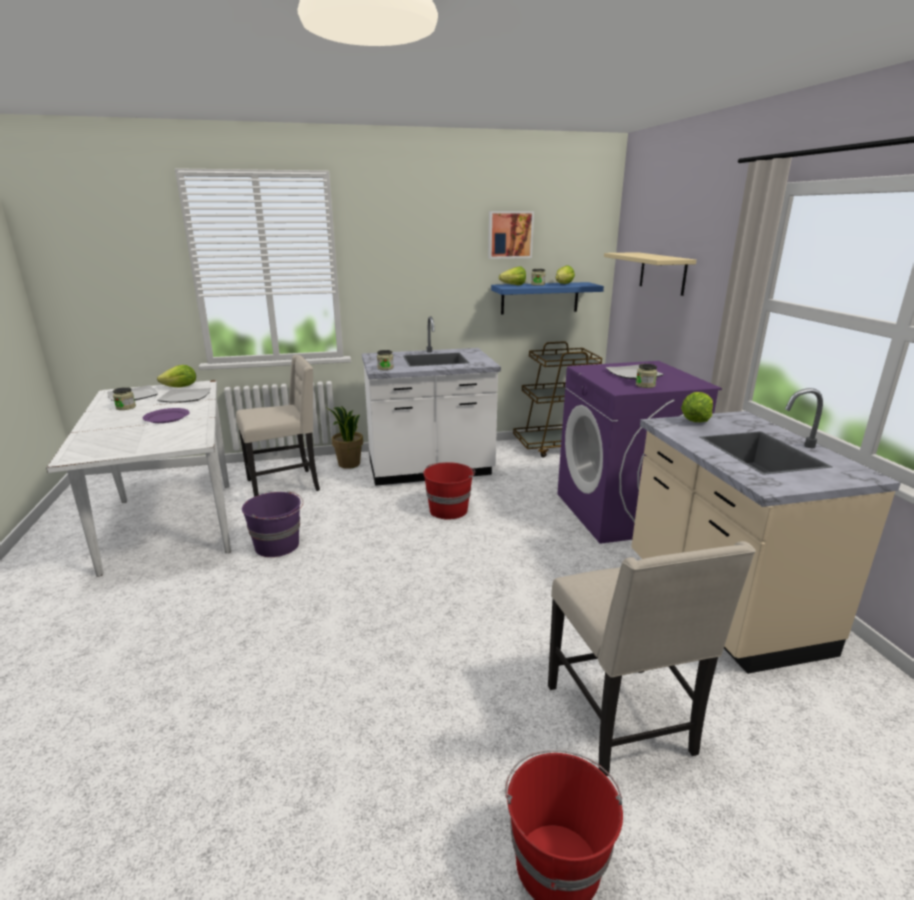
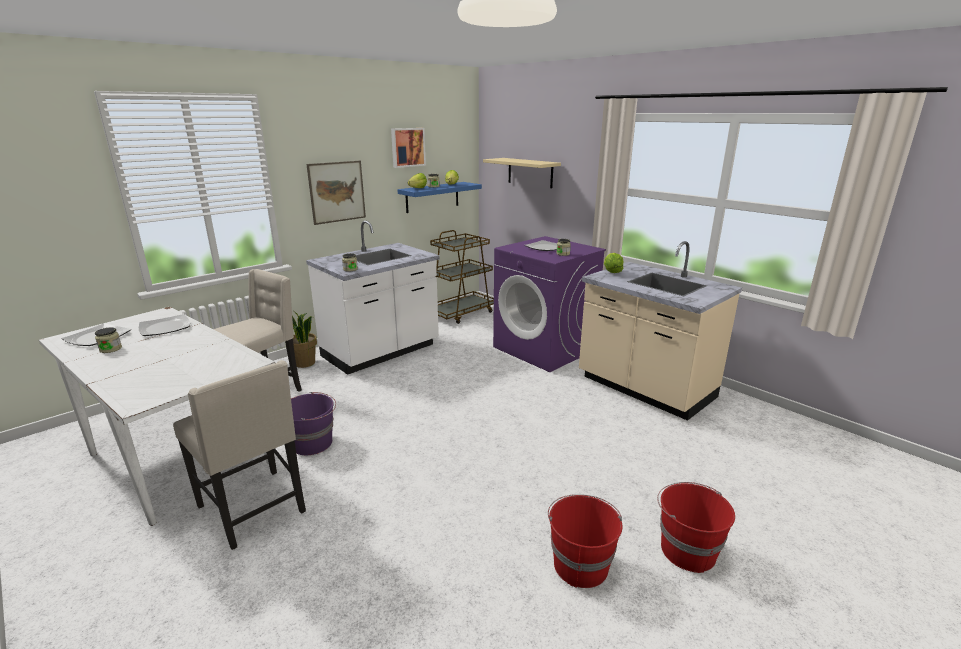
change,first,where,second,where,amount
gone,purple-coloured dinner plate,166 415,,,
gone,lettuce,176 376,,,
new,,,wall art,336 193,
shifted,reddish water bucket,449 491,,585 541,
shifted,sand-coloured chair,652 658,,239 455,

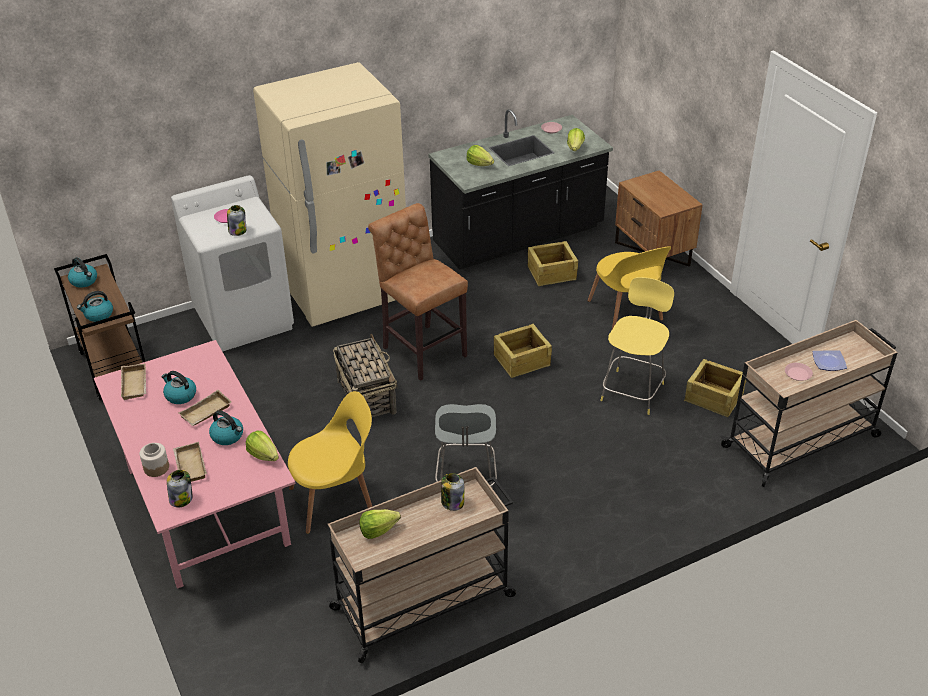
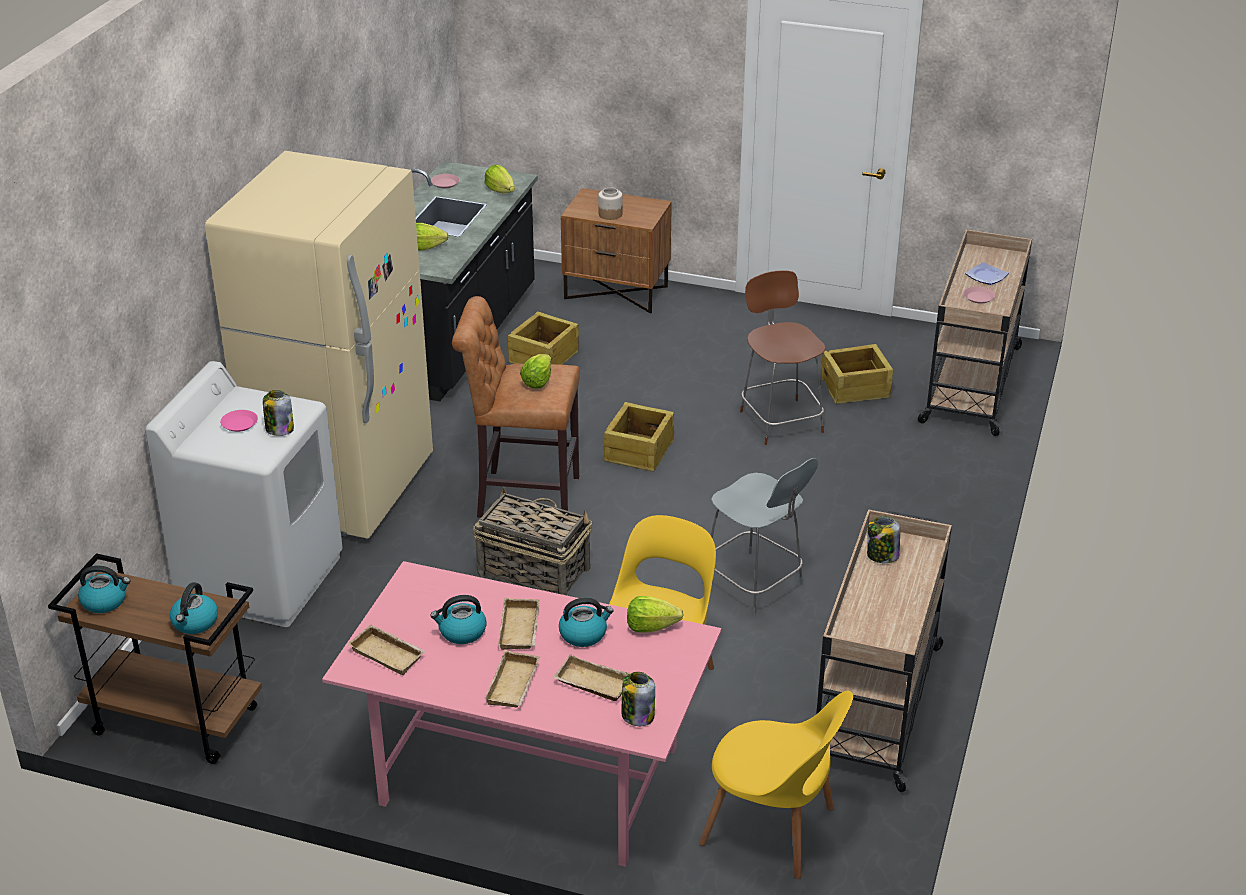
change,first,where,second,where,amount
new,,,sand-coloured tray,512 678,
shifted,preserve jar,154 460,,610 203,
shifted,lettuce,380 524,,535 371,
shifted,yellow chair,629 287,,776 785,
repainted,yellow stool seat,637 346,brownish stool seat,782 357,

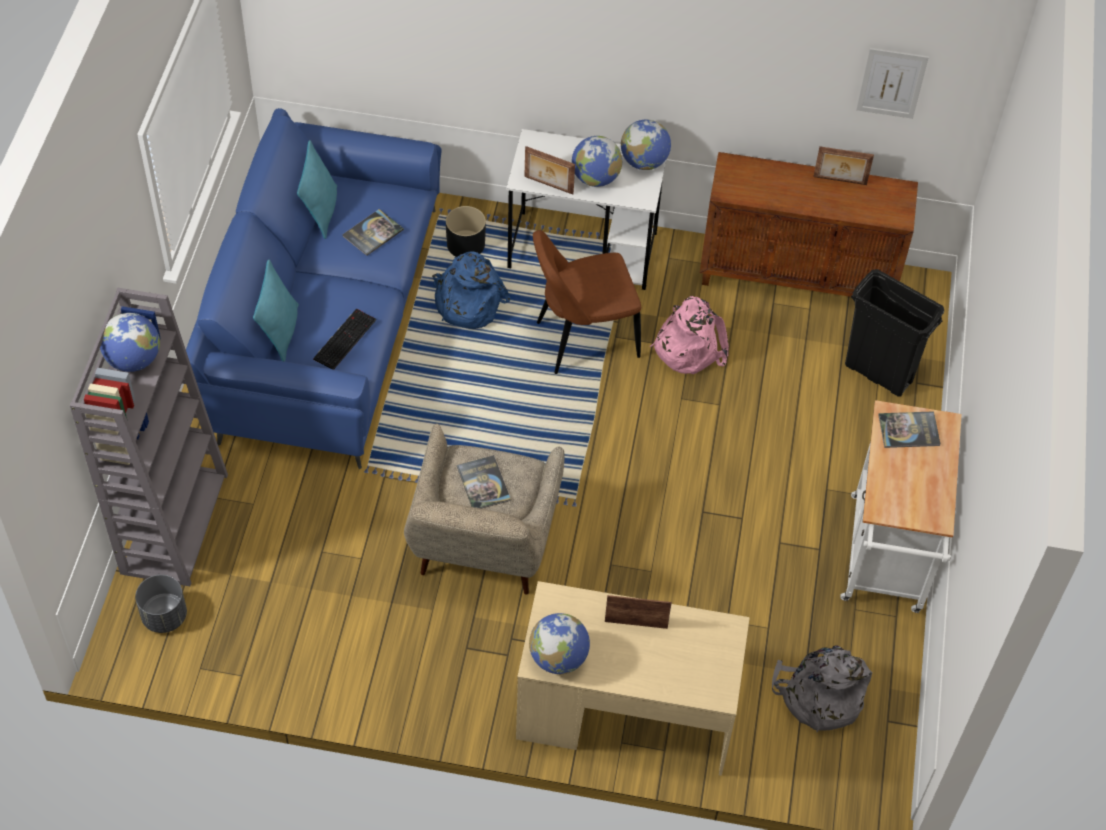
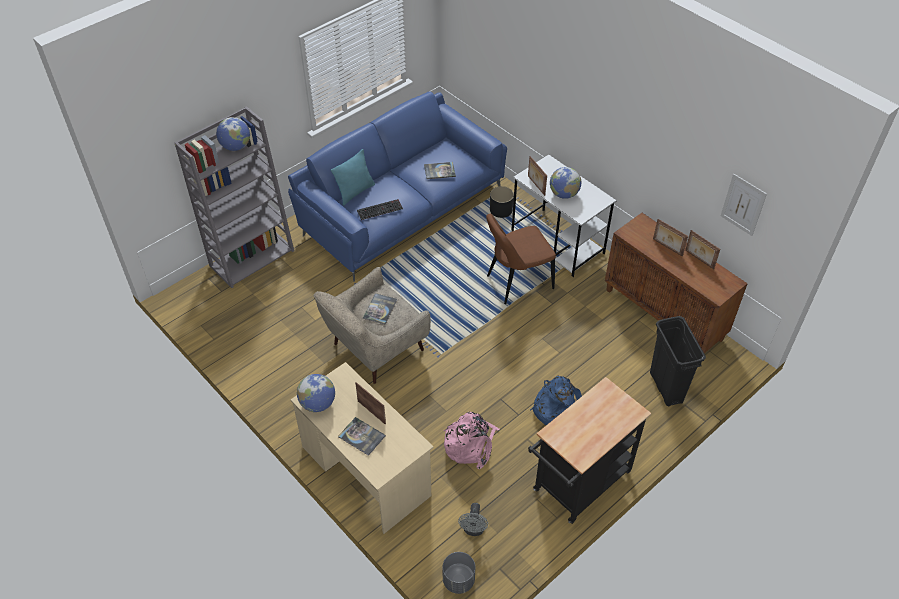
change,first,where,second,where,amount
gone,blue-green pillow,317 189,,,
gone,globe,646 144,,,
new,,,picture frame,670 237,
shifted,greyish plant pot,161 604,,459 573,
shifted,blue backpack,471 290,,556 400,
shifted,pinkish backpack,689 335,,472 440,
shifted,bound book,909 429,,362 436,
swapped,greyish backpack,822 688,greyish cooling fan,473 519,
repainted,whitish trolley,901 506,black-coloured trolley,589 450,
rotated,brownish chair,587 302,,521 258,45 degrees counterclockwise

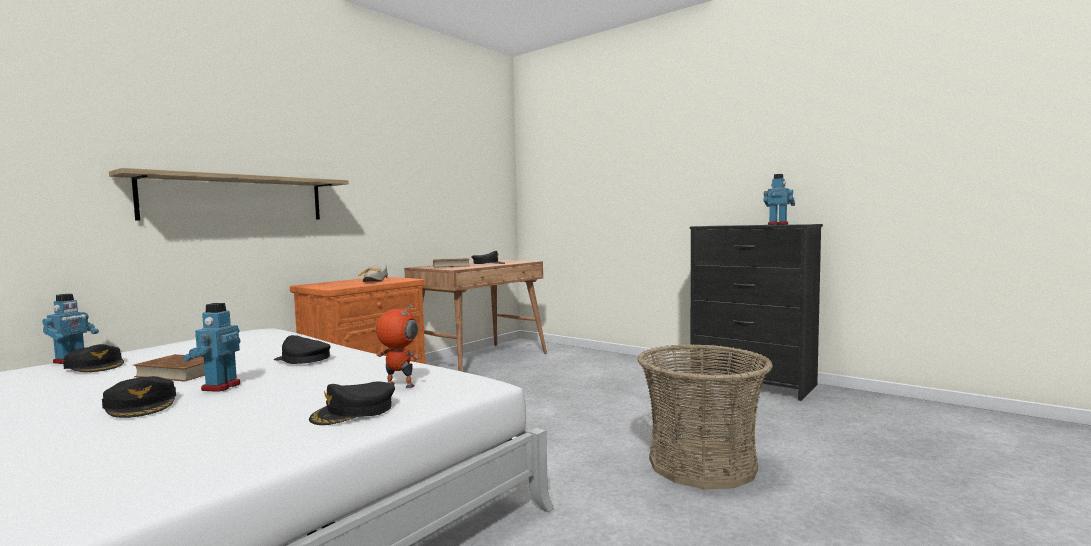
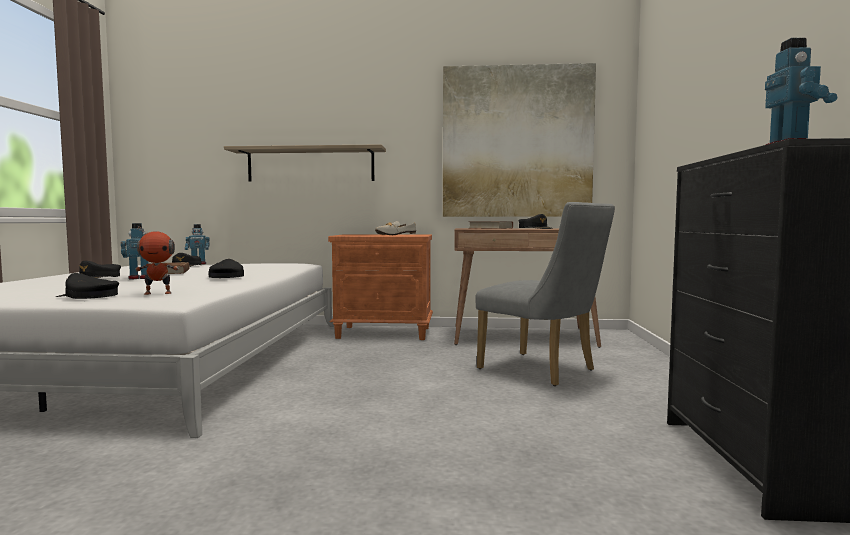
change,first,where,second,where,amount
gone,household basket,705 416,,,
new,,,wall art,519 140,
new,,,greyish chair,545 294,
rotated,robot figure,397 346,,157 261,90 degrees clockwise

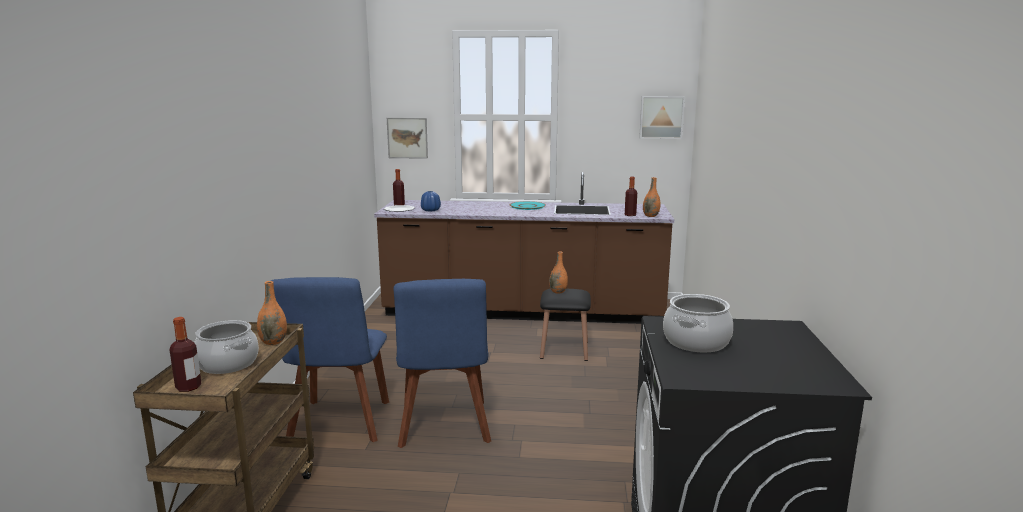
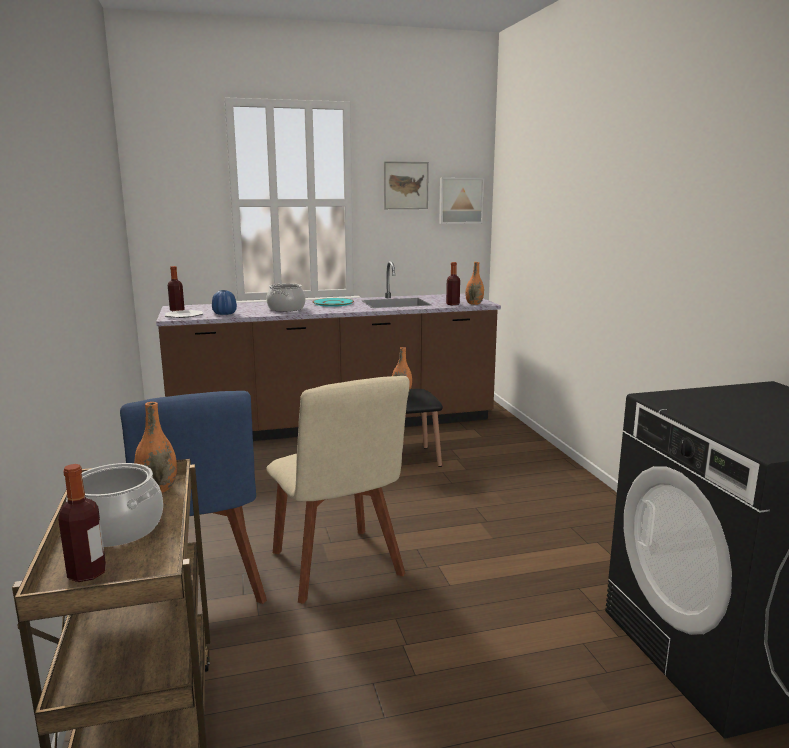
change,first,where,second,where,amount
shifted,wall art,407 138,,406 185,
shifted,cooking pot,698 323,,285 297,
repainted,blue chair,442 363,sand-coloured chair,338 490,

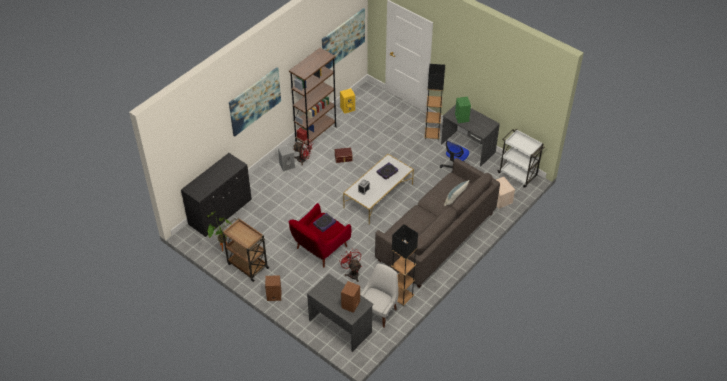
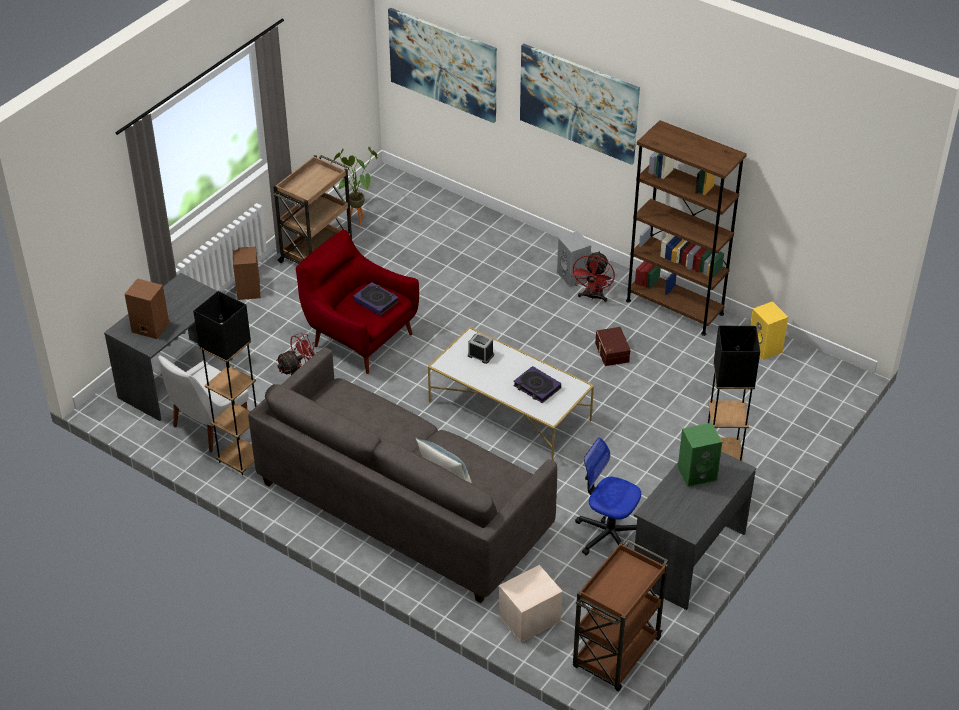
change,first,where,second,where,amount
gone,black-coloured cabinet,216 195,,,
shifted,wall art,343 38,,442 65,
repainted,whitish trolley,521 158,brownish trolley,620 615,
rotated,whitish chair,379 296,,203 404,105 degrees clockwise

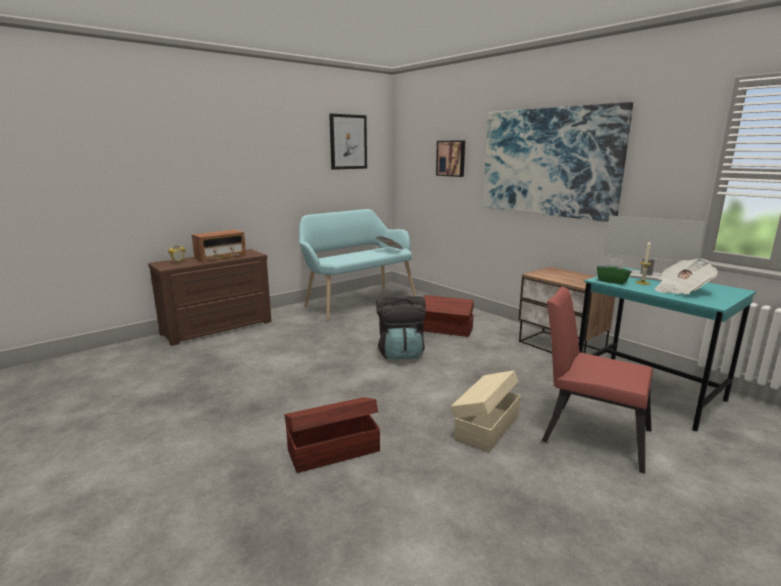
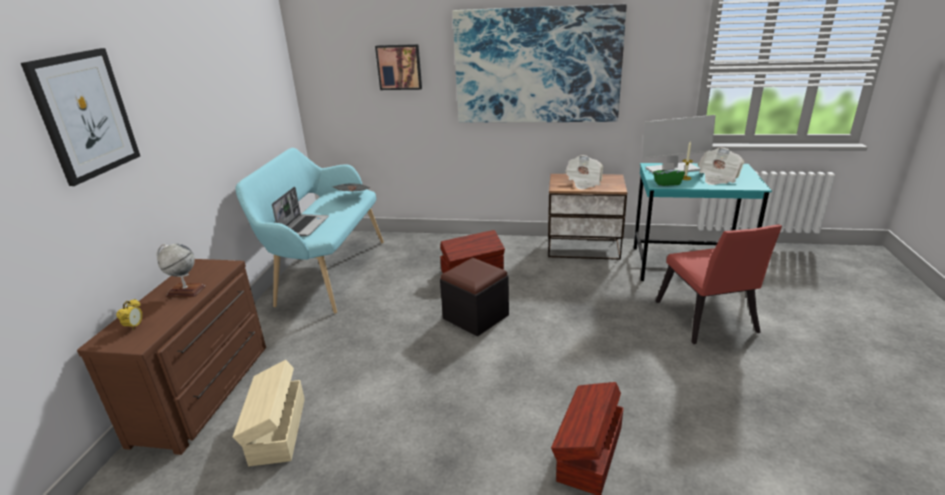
change,first,where,second,where,amount
new,,,notebook computer,300 211,
new,,,newspaper,584 172,
shifted,wall art,348 142,,80 117,
shifted,sand-coloured storage bin,485 411,,269 413,
swapped,radio set,219 246,globe,181 270,
swapped,black-coloured backpack,401 327,black-coloured footrest,474 297,
rotated,reddish chair,597 380,,719 284,90 degrees counterclockwise

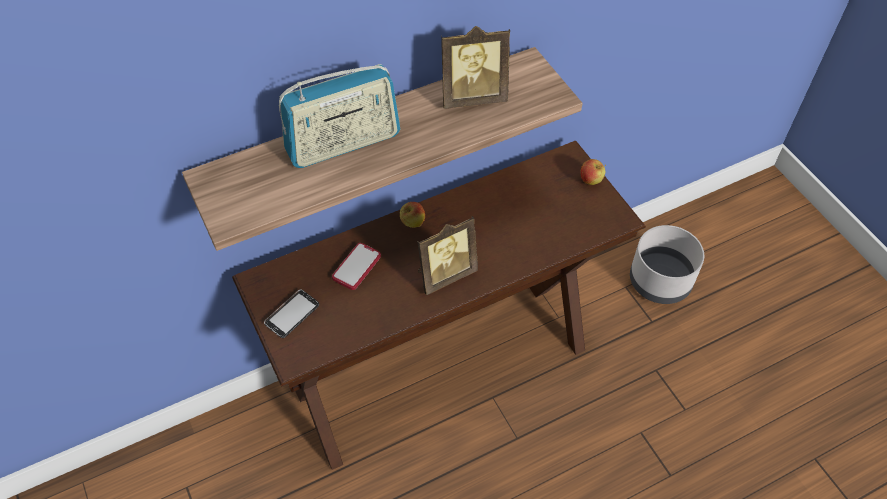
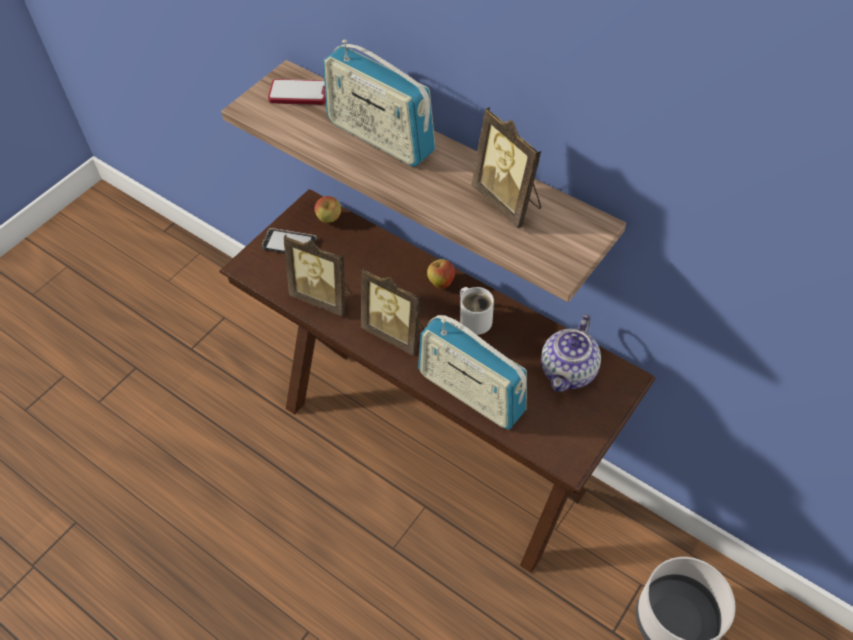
change,first,where,second,where,amount
new,,,picture frame,318 275,
new,,,radio set,472 372,
new,,,whitish tea mug,477 311,
new,,,tea pot,571 353,
shifted,handset,356 266,,297 92,
shifted,whole apple,593 172,,328 209,

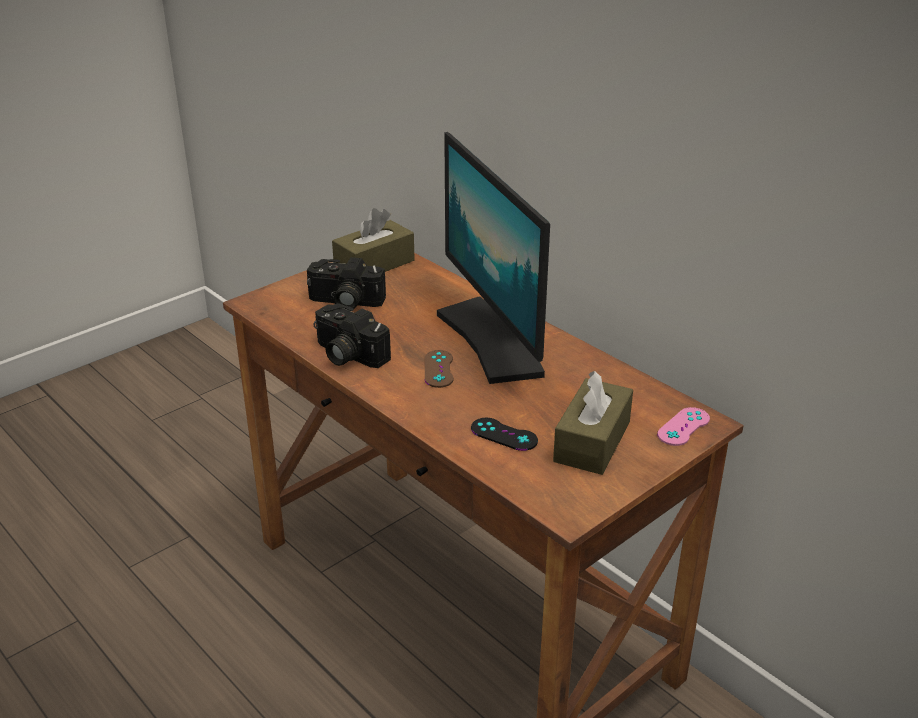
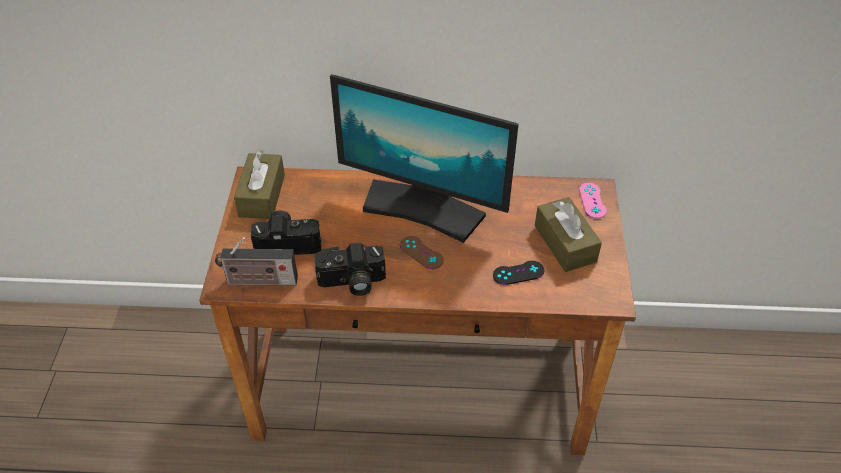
change,first,where,second,where,amount
new,,,radio set,256 261,
rotated,photo camera,346 283,,286 233,150 degrees counterclockwise

